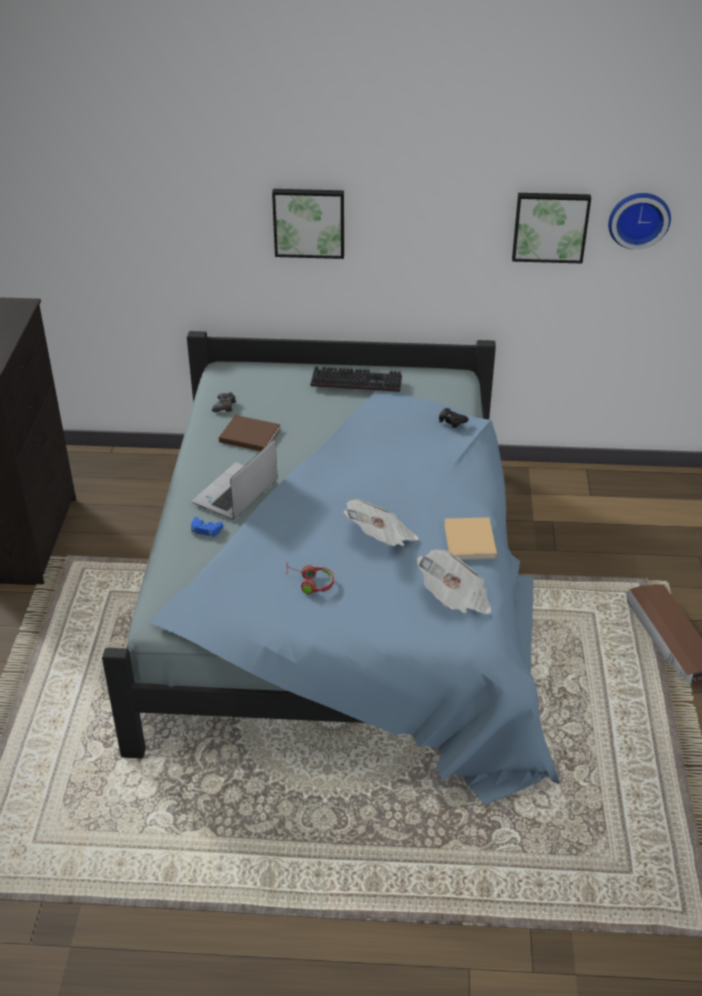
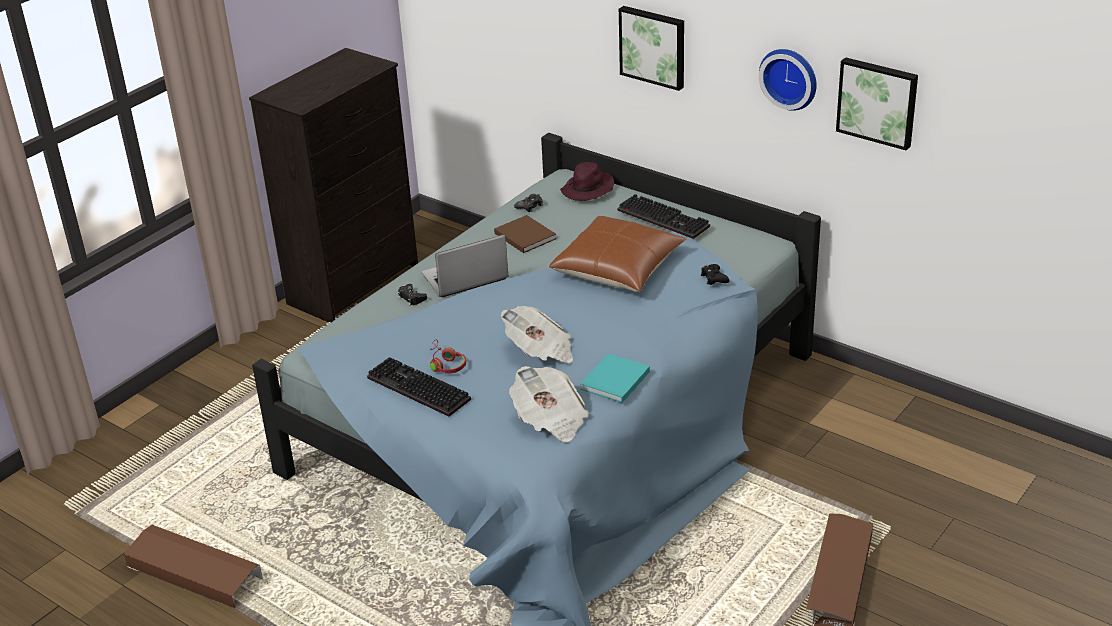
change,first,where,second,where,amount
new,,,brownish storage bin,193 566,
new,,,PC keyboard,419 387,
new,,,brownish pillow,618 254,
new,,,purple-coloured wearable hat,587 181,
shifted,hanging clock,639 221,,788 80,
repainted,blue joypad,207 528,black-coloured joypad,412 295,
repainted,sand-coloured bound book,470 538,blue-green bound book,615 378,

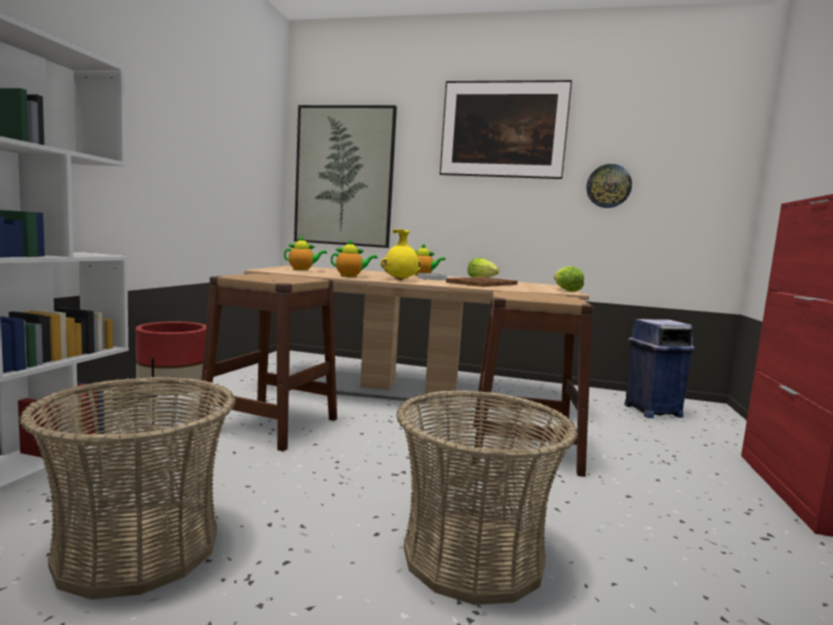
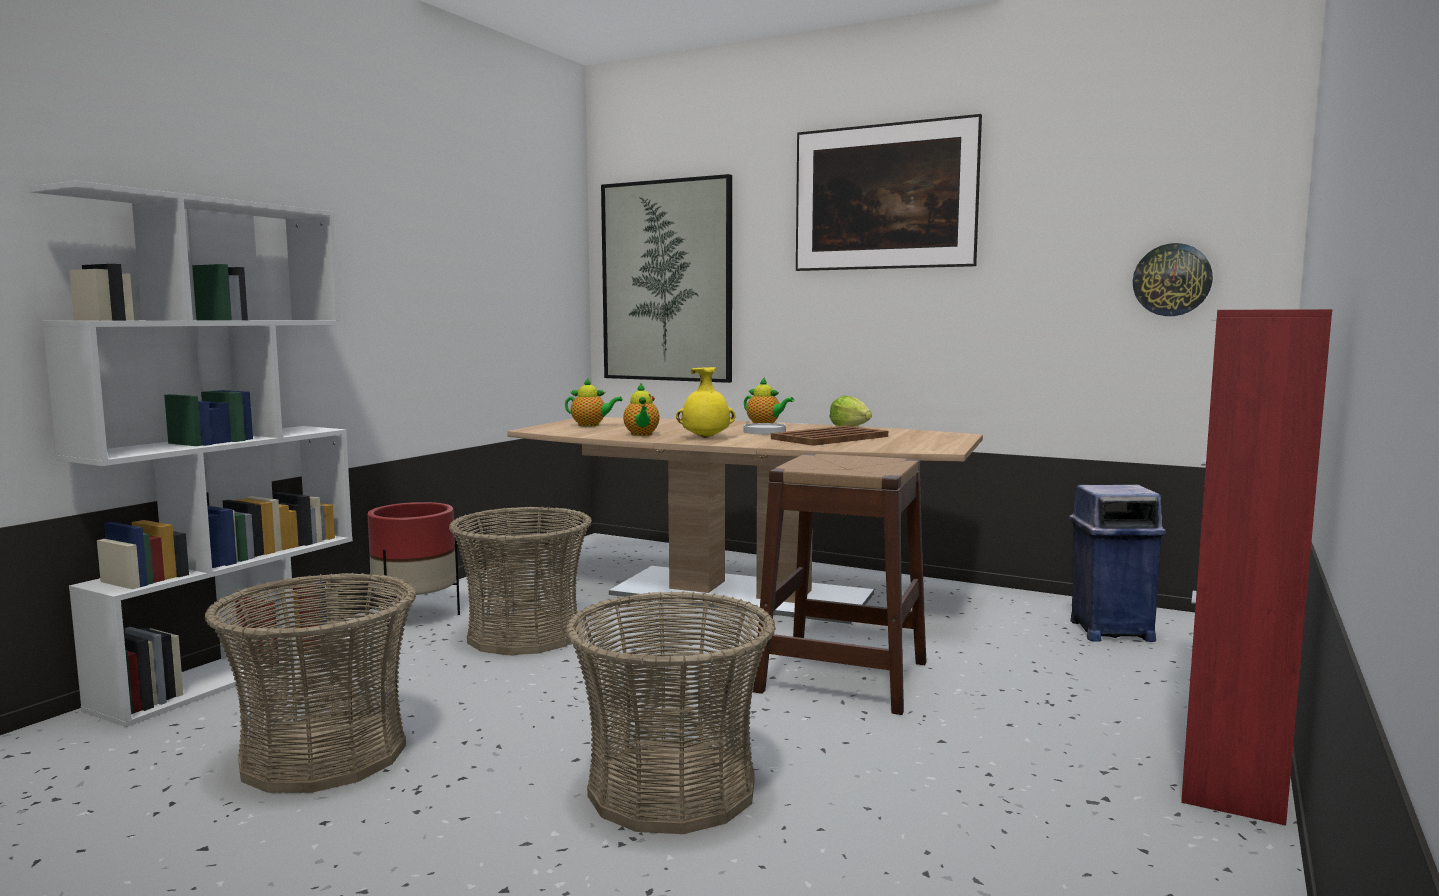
change,first,where,second,where,amount
gone,lettuce,569 279,,,
shifted,hanging clock,609 186,,1173 279,
swapped,brownish stool seat,267 362,household basket,520 580,
rotated,tea pot,354 257,,641 410,75 degrees clockwise

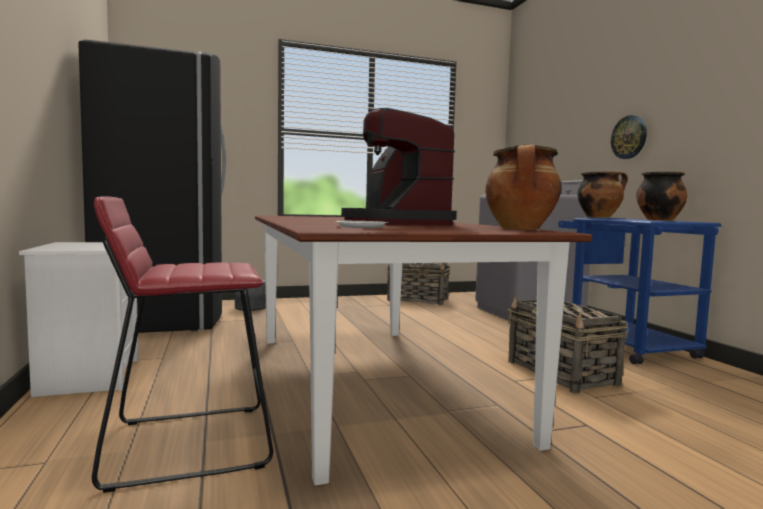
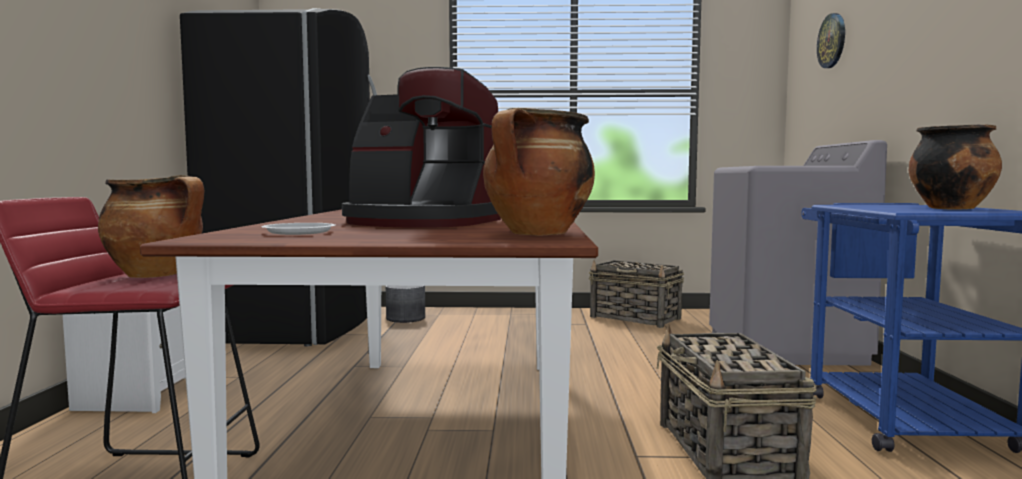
change,first,where,second,where,amount
shifted,cooking pot,602 194,,151 226,
shifted,hanging clock,629 137,,831 40,
rotated,coffee maker,399 167,,421 147,75 degrees counterclockwise

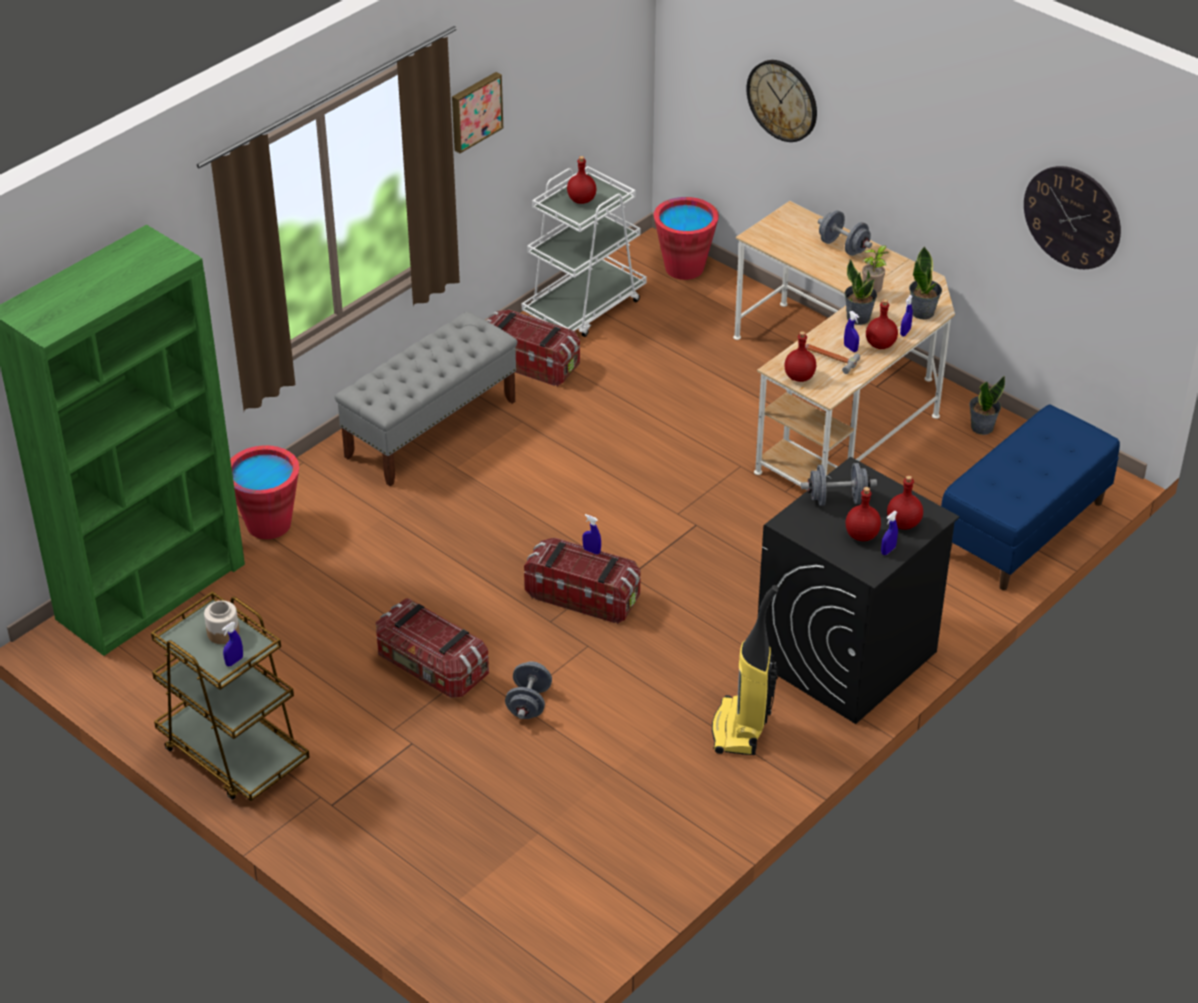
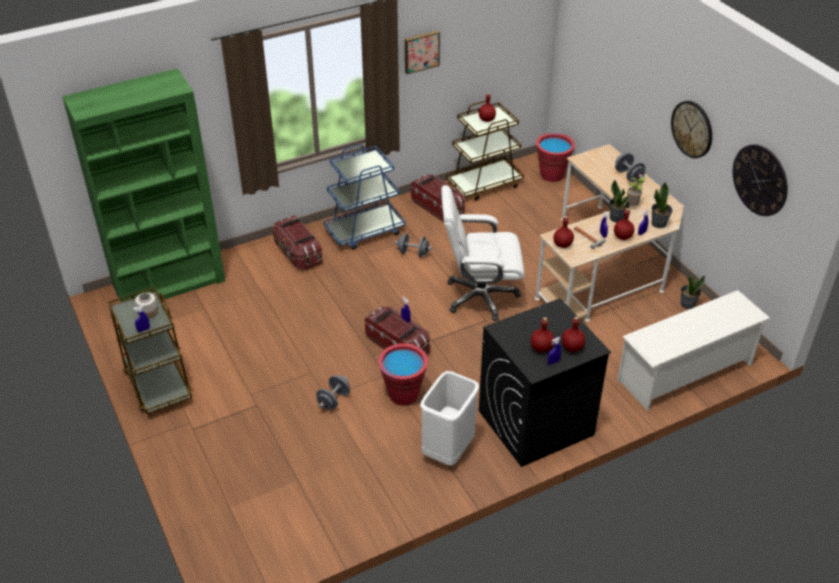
change,first,where,second,where,amount
new,,,whitish desk chair,483 253,
shifted,reddish water bucket,264 492,,403 374,
shifted,storage bin,432 648,,297 242,
shifted,hanging clock,781 101,,691 129,
shifted,greyish free weight,839 484,,413 245,
swapped,greyish long seat,426 398,blue trolley,364 197,
swapped,hoover,745 670,whitish waste bin,449 418,
swapped,blue long seat,1030 497,whitish shoe rack,694 350,
repainted,whitish trolley,584 251,brownish trolley,485 151,

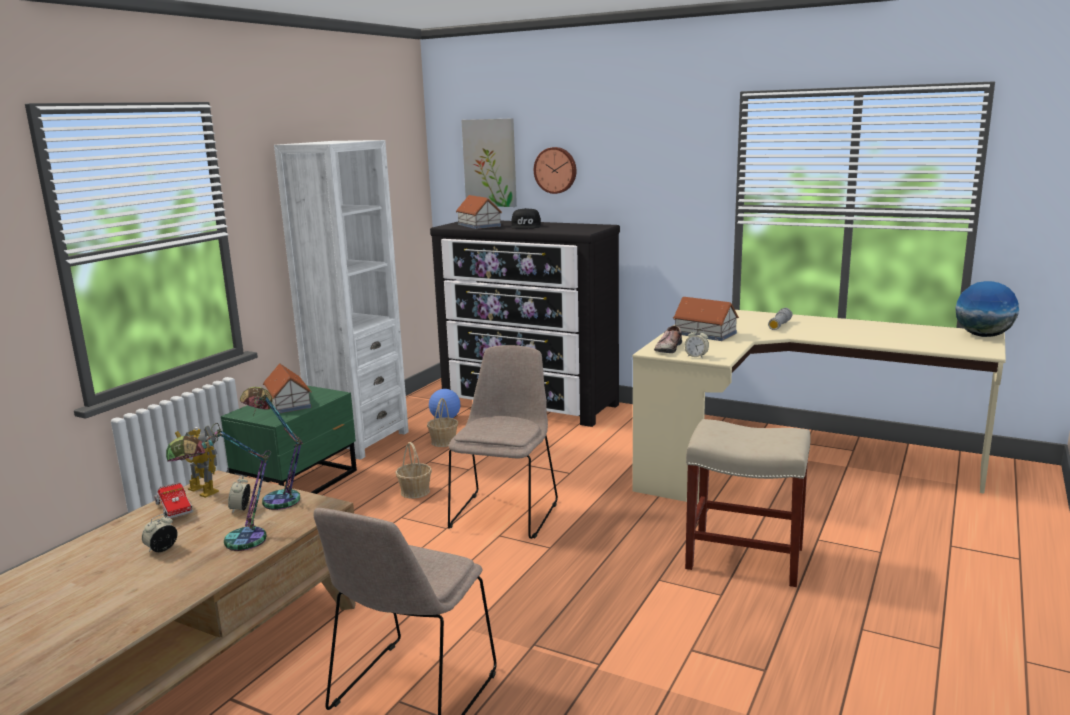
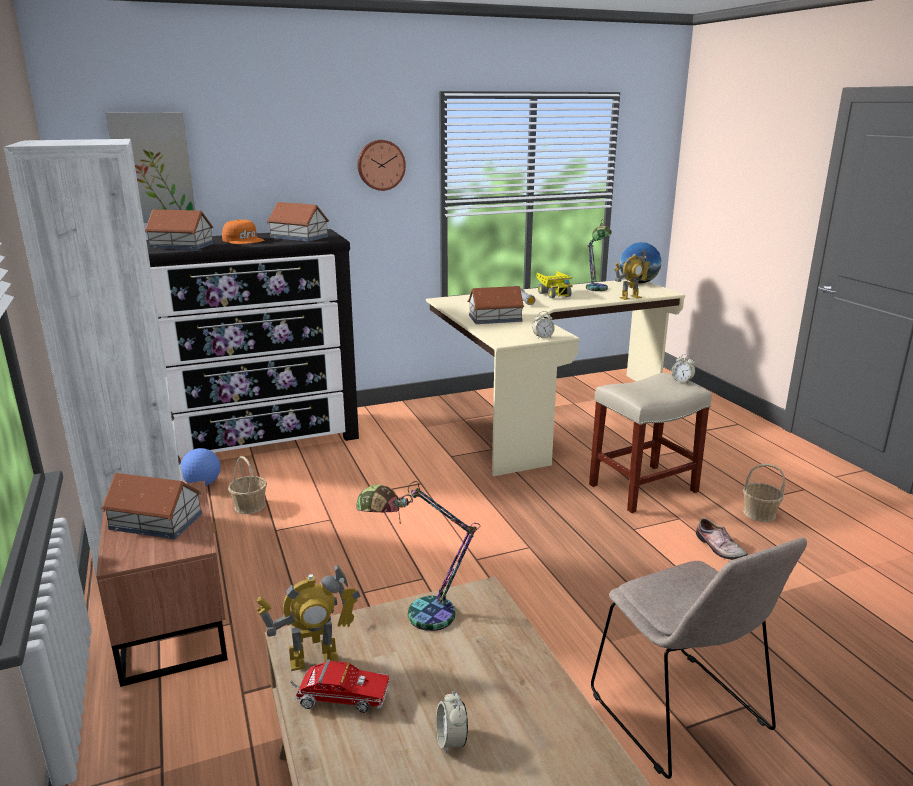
change,first,where,second,where,amount
gone,sand-coloured chair,503 442,,,
new,,,model house,298 222,
new,,,model truck,554 284,
new,,,robot figure,632 275,
shifted,tabletop lamp,218 487,,599 255,
shifted,alarm clock,239 493,,683 368,
shifted,household basket,413 470,,764 493,
shifted,hanging clock,555 170,,381 165,
shifted,low shoe,668 339,,722 539,
repainted,green bedside table,289 440,brownish bedside table,162 583,
repainted,black-coloured baseball cap,526 218,orange-coloured baseball cap,243 231,

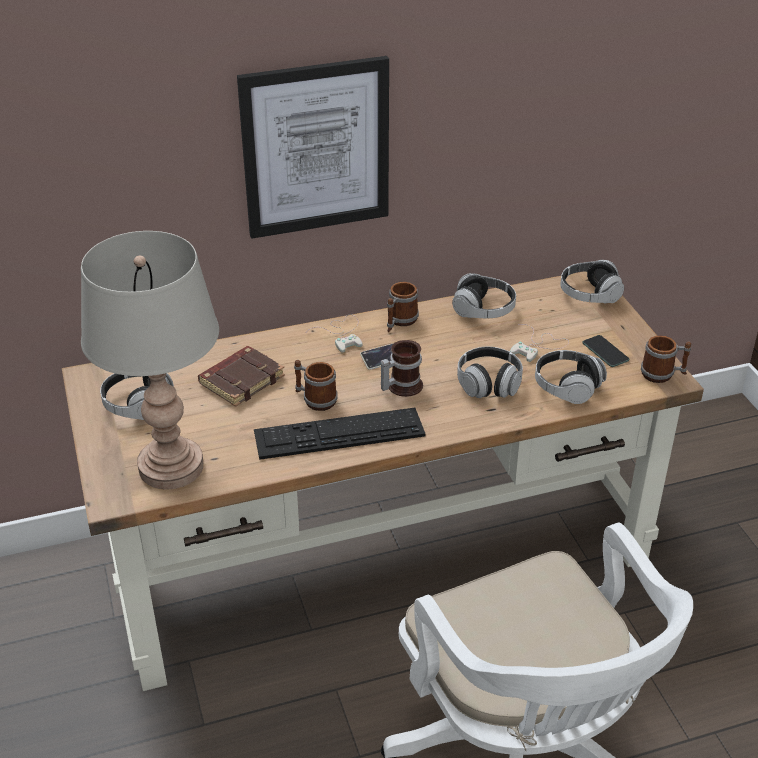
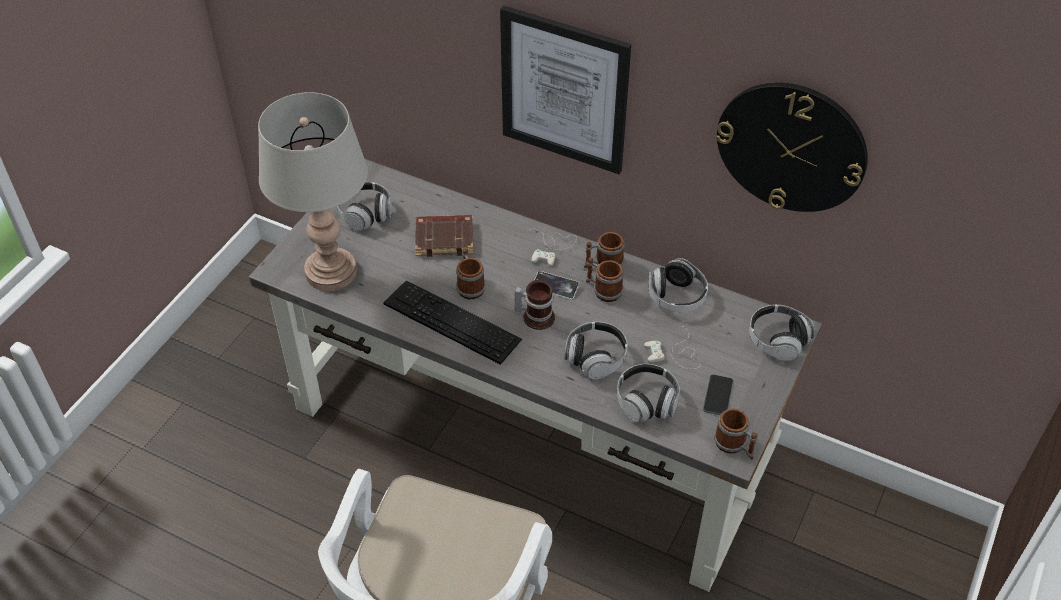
change,first,where,second,where,amount
new,,,tea mug,605 279,
new,,,hanging clock,792 147,
repainted,brownish desk unit,383 481,greyish desk unit,535 375,

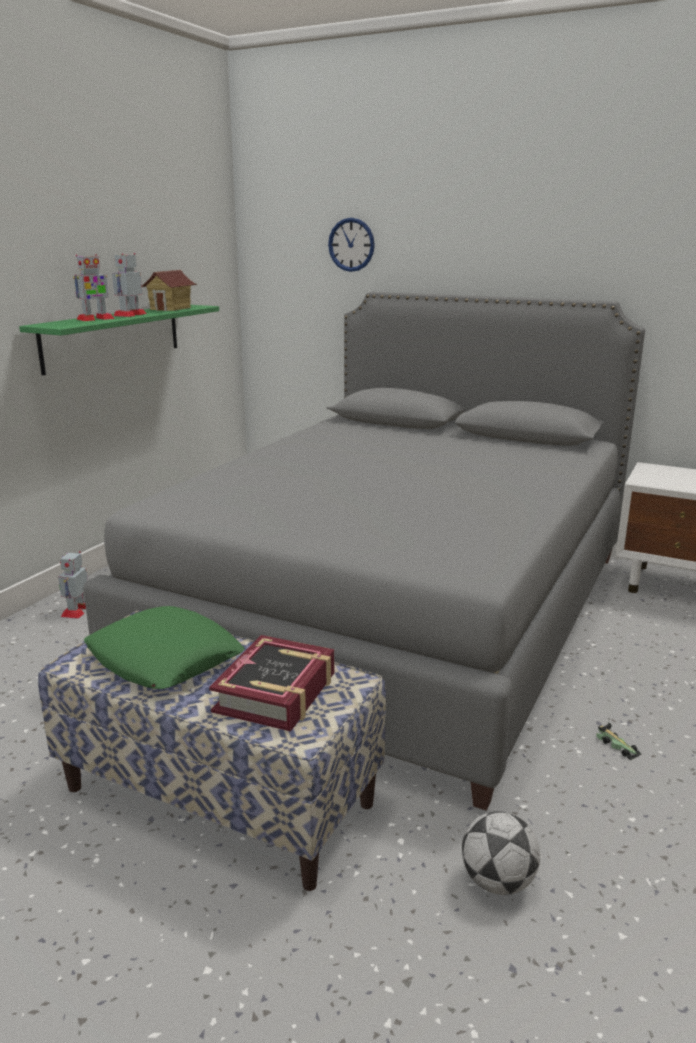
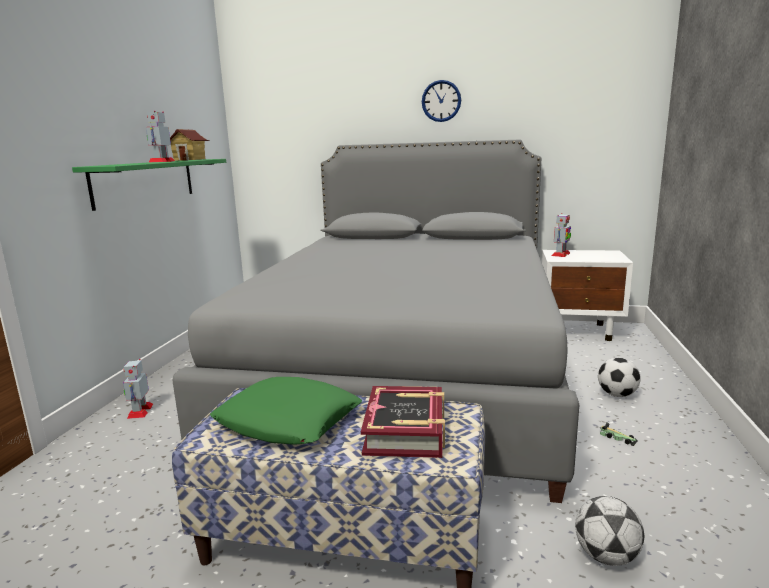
change,first,where,second,where,amount
new,,,football ball,619 377,
shifted,robot figure,93 287,,561 235,
shifted,hanging clock,351 245,,441 101,

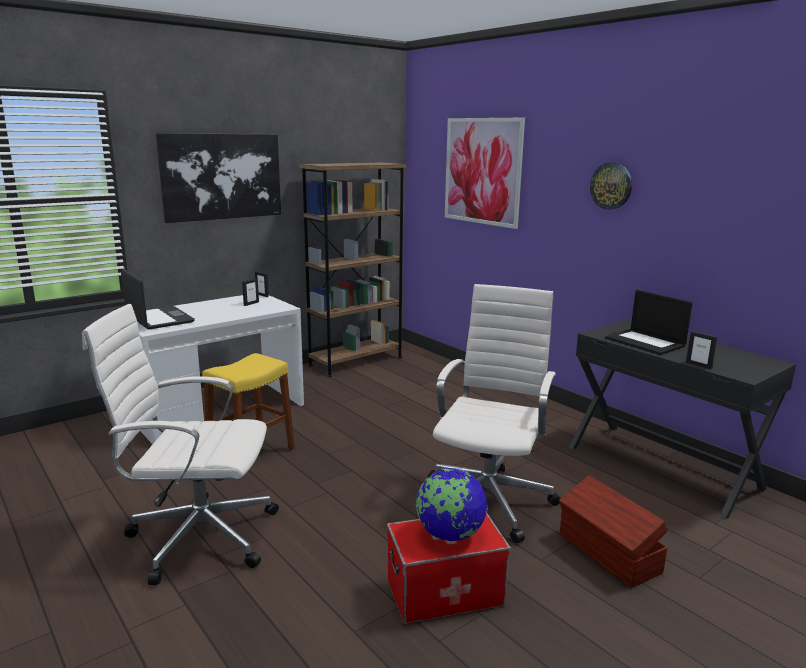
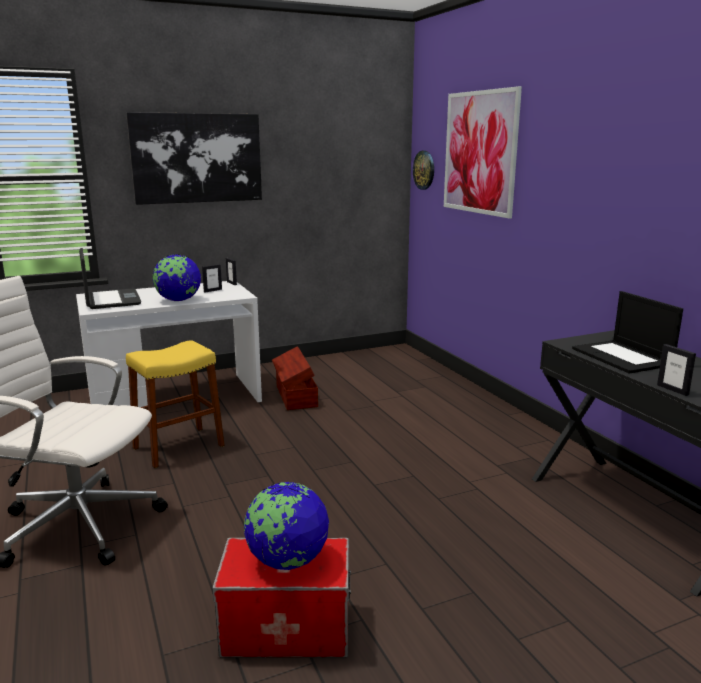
change,first,where,second,where,amount
gone,brownish bookshelf,352 269,,,
gone,whitish desk chair,494 413,,,
new,,,globe,176 277,
shifted,brownish storage bin,613 531,,295 378,
shifted,hanging clock,611 186,,423 170,

